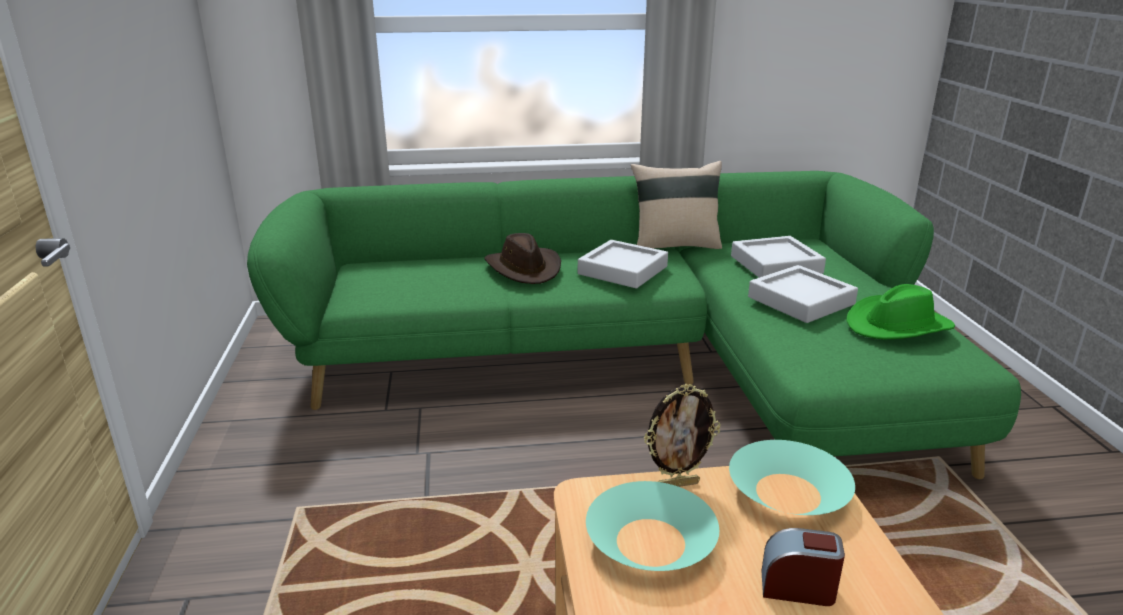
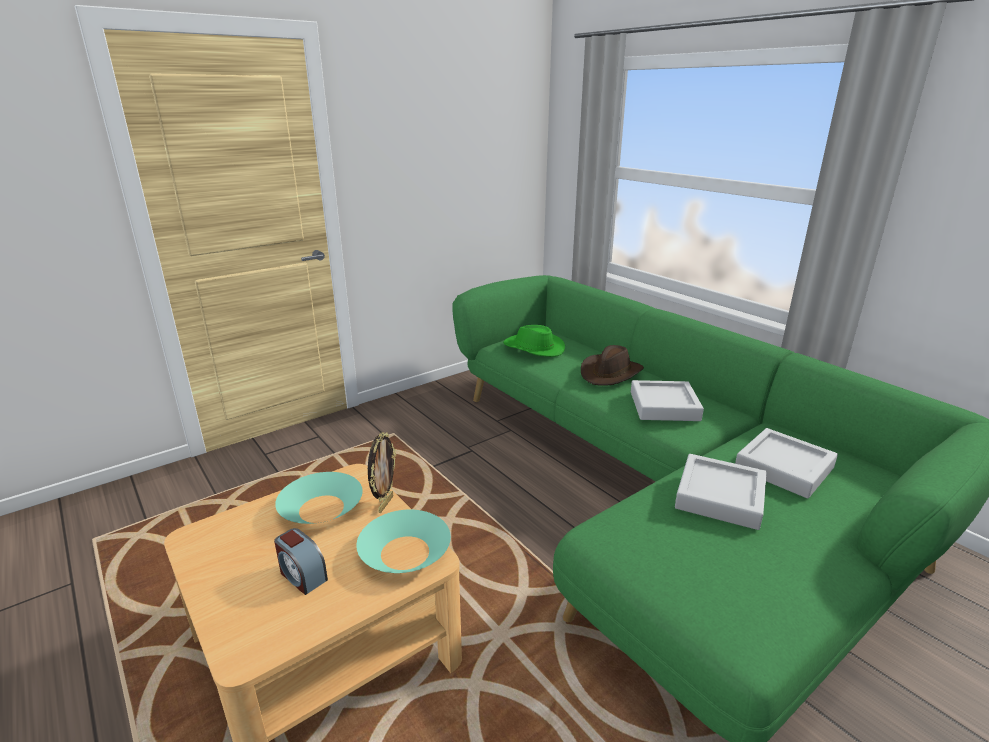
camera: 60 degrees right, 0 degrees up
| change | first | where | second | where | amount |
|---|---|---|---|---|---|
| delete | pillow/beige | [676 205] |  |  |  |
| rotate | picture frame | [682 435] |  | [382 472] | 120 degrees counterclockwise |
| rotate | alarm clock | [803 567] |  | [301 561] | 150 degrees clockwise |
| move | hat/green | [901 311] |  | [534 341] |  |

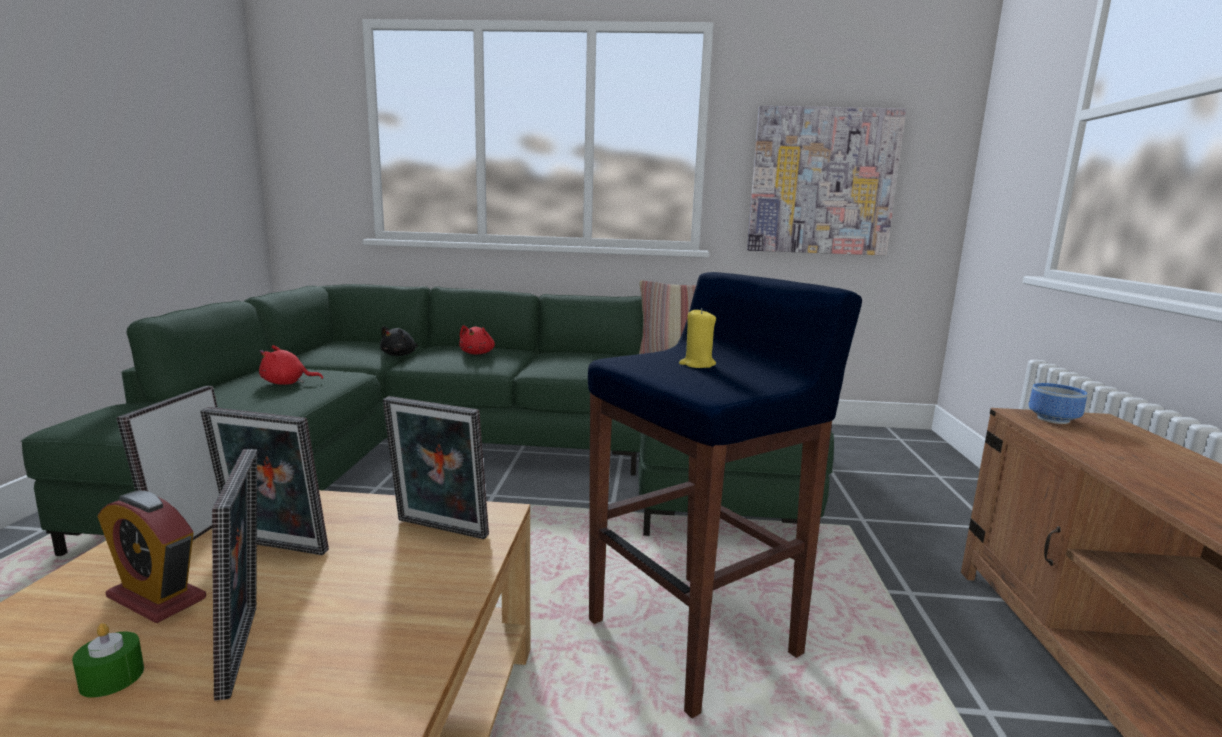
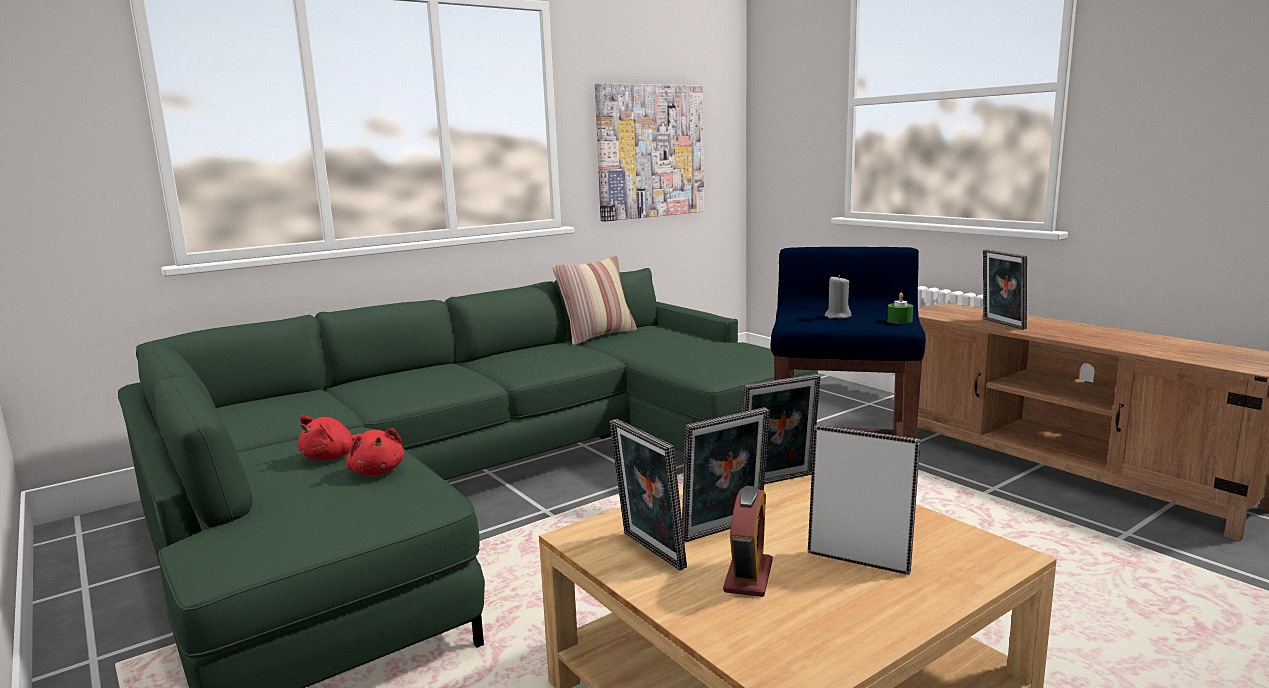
camera: 40 degrees left, 0 degrees up
| change | first | where | second | where | amount |
|---|---|---|---|---|---|
| move | candle/green | [108 660] |  | [900 308] |  |
| rotate | alarm clock | [151 557] |  | [748 541] | 60 degrees counterclockwise |
| delete | plush toy/black | [399 341] |  |  |  |
| move | plush toy/red | [477 339] |  | [375 451] |  |
| recolor | candle/yellow | [697 338] | candle/grey | [838 297] |  |
| delete | bowl | [1058 403] |  |  |  |
| insert |  |  | picture frame | [1005 289] |  |

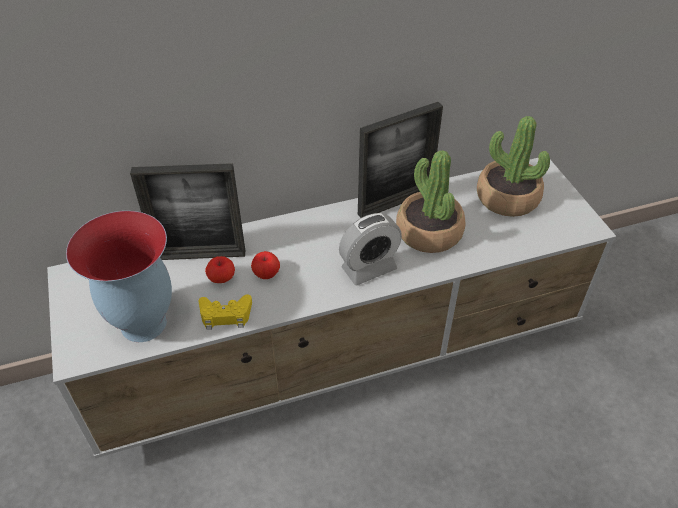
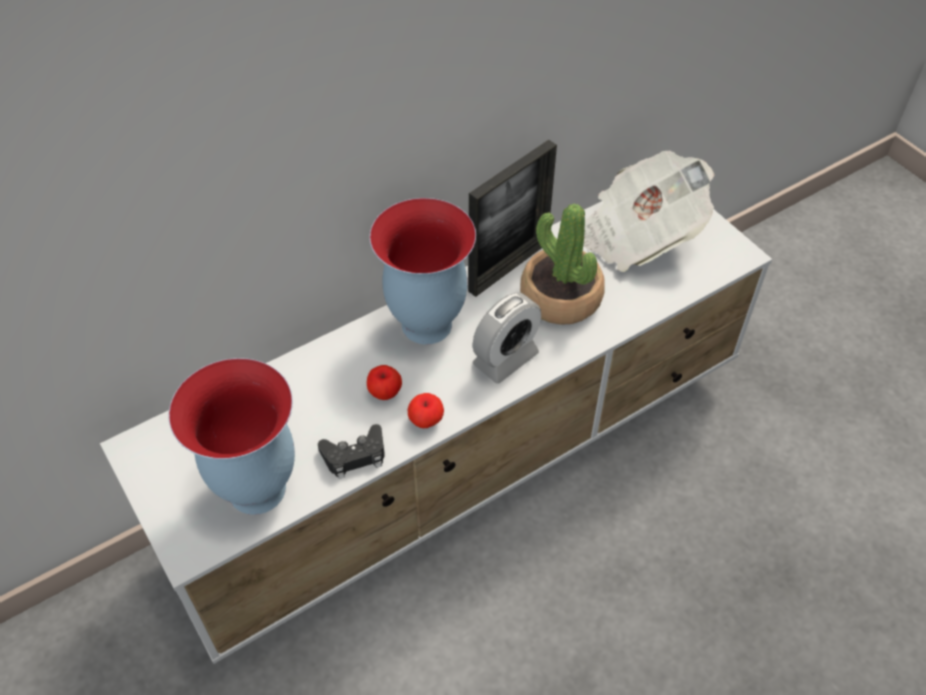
camera: 15 degrees left, 5 degrees up
| change | first | where | second | where | amount |
|---|---|---|---|---|---|
| delete | picture frame | [187 211] |  |  |  |
| recolor | game controller/yellow | [225 312] | game controller/black | [351 451] |  |
| move | apple | [220 269] |  | [426 410] |  |
| replace | potted plant | [513 166] | newspaper | [649 211] |  |
| insert |  |  | vase | [422 271] |  |

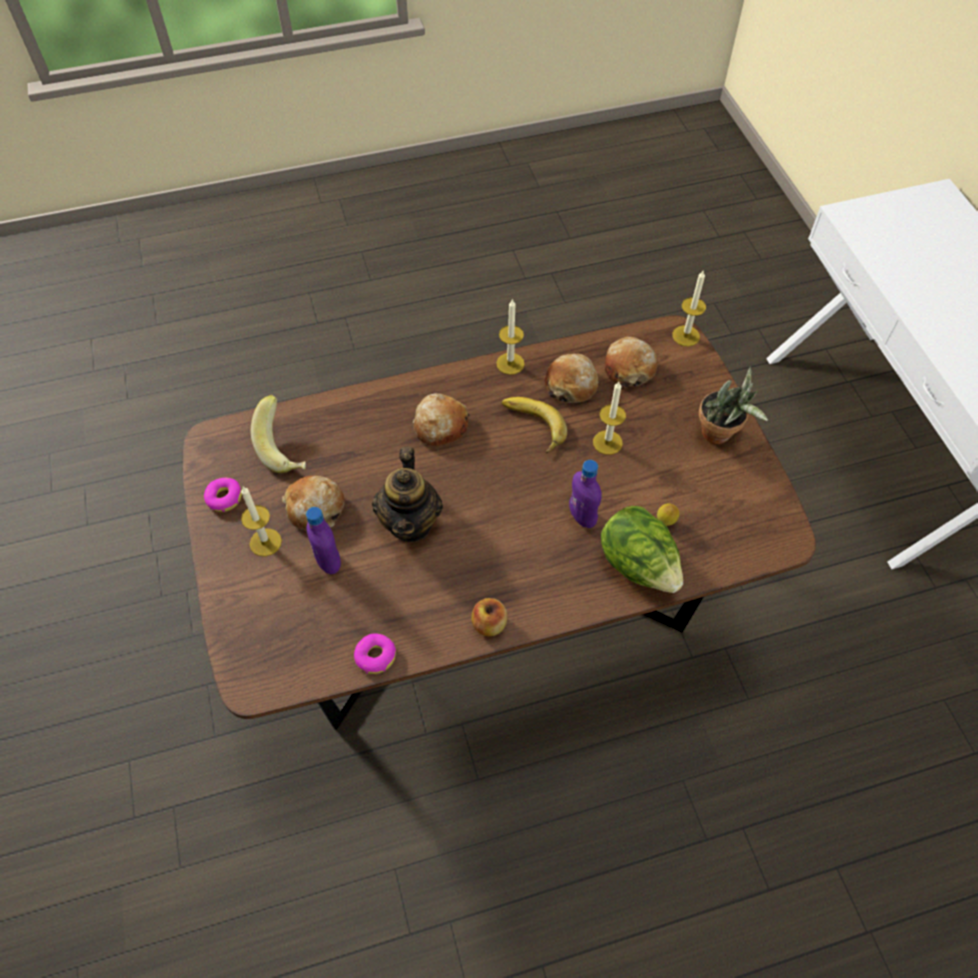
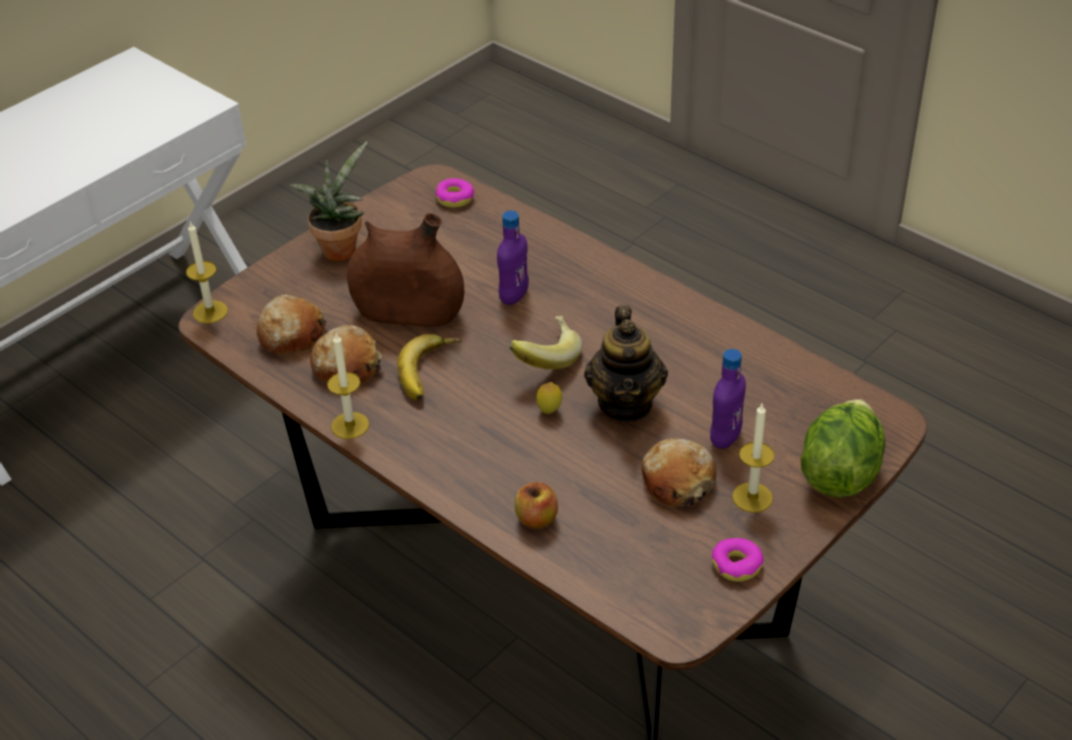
camera: 120 degrees left, 15 degrees down
| change | first | where | second | where | amount |
|---|---|---|---|---|---|
| move | banana | [278 434] |  | [545 343] |  |
| move | donut | [375 653] |  | [455 193] |  |
| rotate | teapot | [407 494] |  | [626 363] | 120 degrees clockwise |
| delete | bread | [441 419] |  |  |  |
| move | apple | [489 617] |  | [536 505] |  |
| replace | candle | [609 418] | vase/brown | [405 270] |  |
| move | lettuce | [642 549] |  | [842 448] |  |
| move | lemon | [668 514] |  | [549 398] |  |

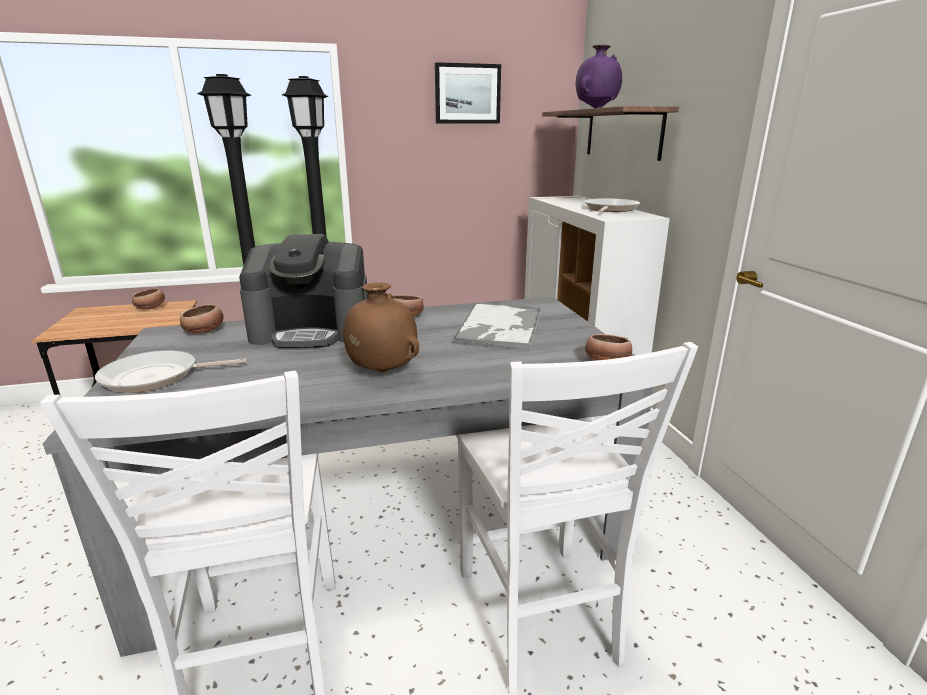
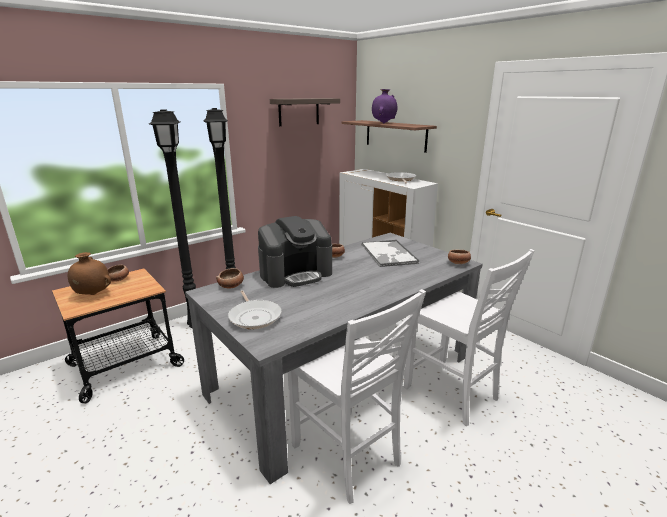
camera: 25 degrees left, 0 degrees up
| change | first | where | second | where | amount |
|---|---|---|---|---|---|
| rotate | frying pan | [170 371] |  | [255 309] | 75 degrees counterclockwise |
| move | vase/brown | [381 327] |  | [89 273] |  |
| replace | picture | [468 93] | shelf | [305 112] |  |

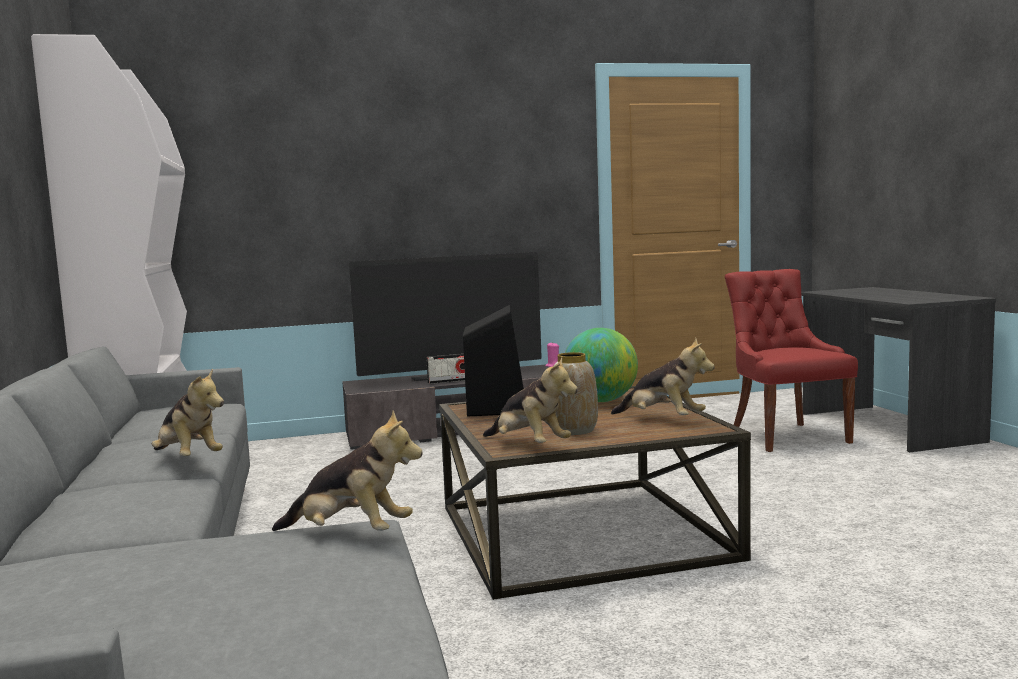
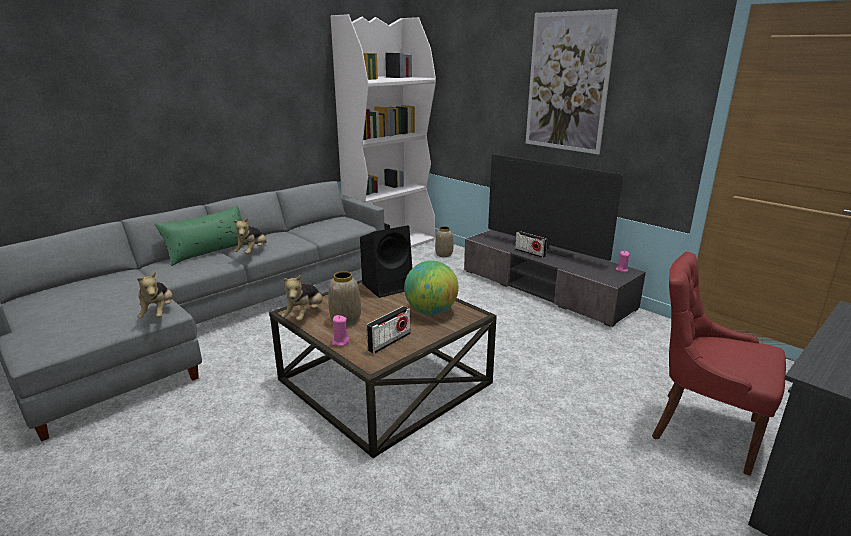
camera: 60 degrees right, 15 degrees up
| change | first | where | second | where | amount |
|---|---|---|---|---|---|
| replace | plush toy | [663 376] | radio | [388 330] |  |
| rotate | chair/red | [791 360] |  | [719 364] | 105 degrees counterclockwise |
| insert |  |  | pillow/green | [201 236] |  |
| insert |  |  | candle/pink | [341 330] |  |
| insert |  |  | vase | [444 241] |  |
| insert |  |  | picture | [572 82] |  |

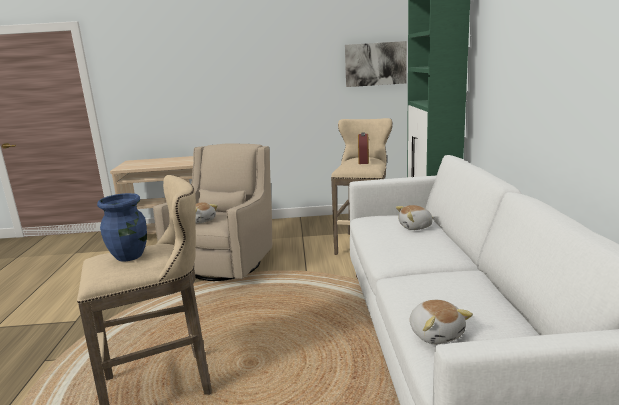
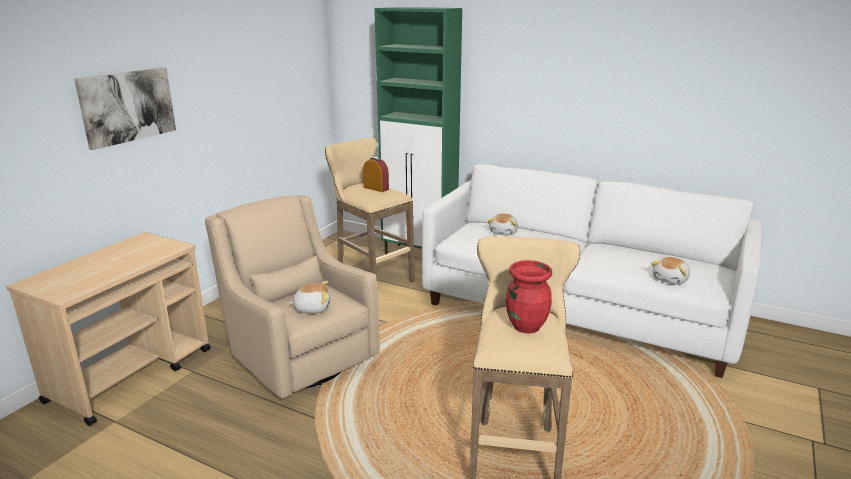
camera: 60 degrees left, 5 degrees up
| change | first | where | second | where | amount |
|---|---|---|---|---|---|
| recolor | vase/blue | [122 227] | vase/red | [529 297] |  |
| move | picture | [376 64] |  | [125 108] |  |
| rotate | plush toy | [441 322] |  | [670 271] | 120 degrees clockwise |

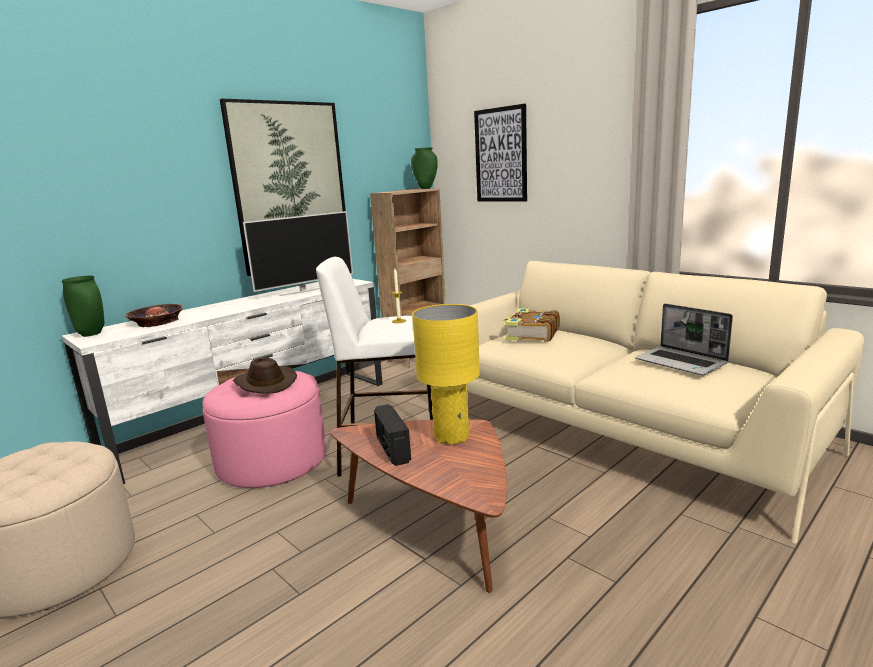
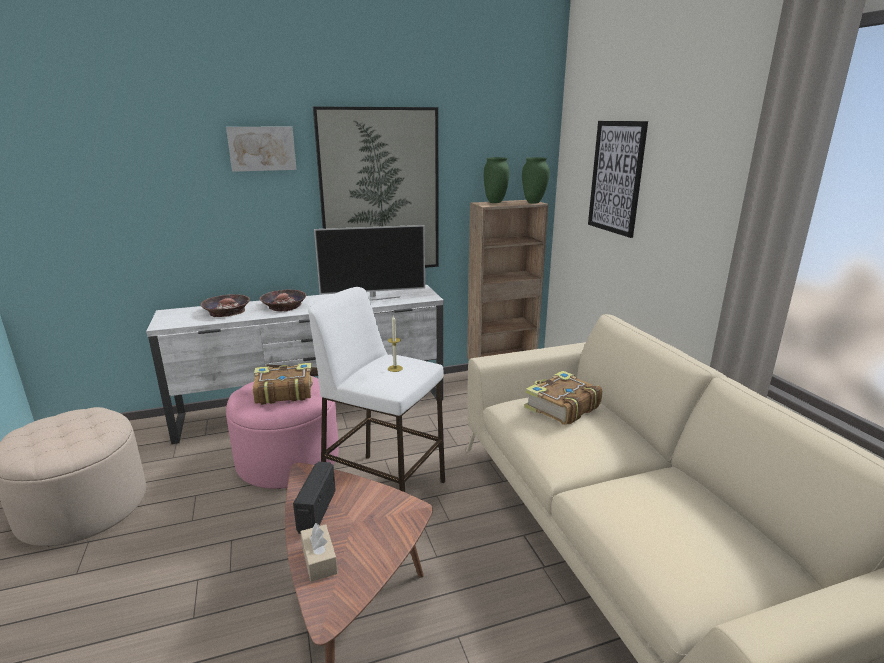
camera: 25 degrees right, 5 degrees up
| change | first | where | second | where | amount |
|---|---|---|---|---|---|
| move | vase/green | [83 306] |  | [496 180] |  |
| replace | hat/brown | [265 376] | book | [283 384] |  |
| delete | table lamp/yellow | [446 374] |  |  |  |
| delete | laptop | [684 339] |  |  |  |
| insert |  |  | picture | [261 149] |  |
| insert |  |  | bowl | [282 300] |  |
| insert |  |  | tissue box/beige | [319 552] |  |

